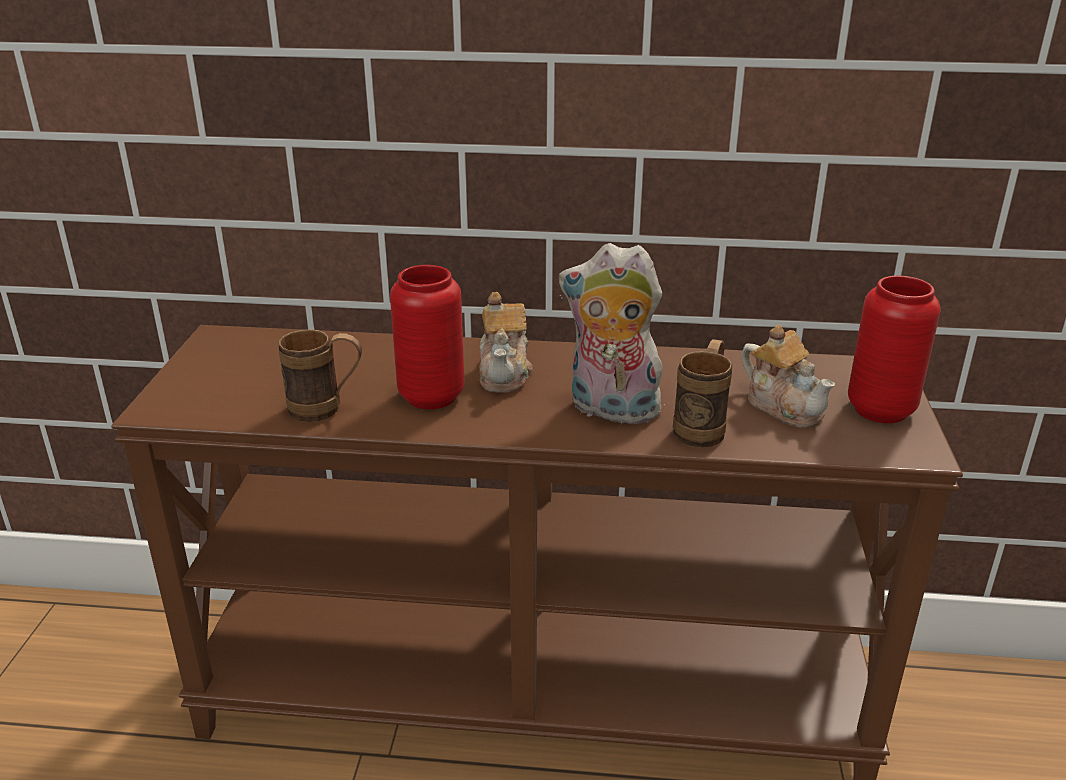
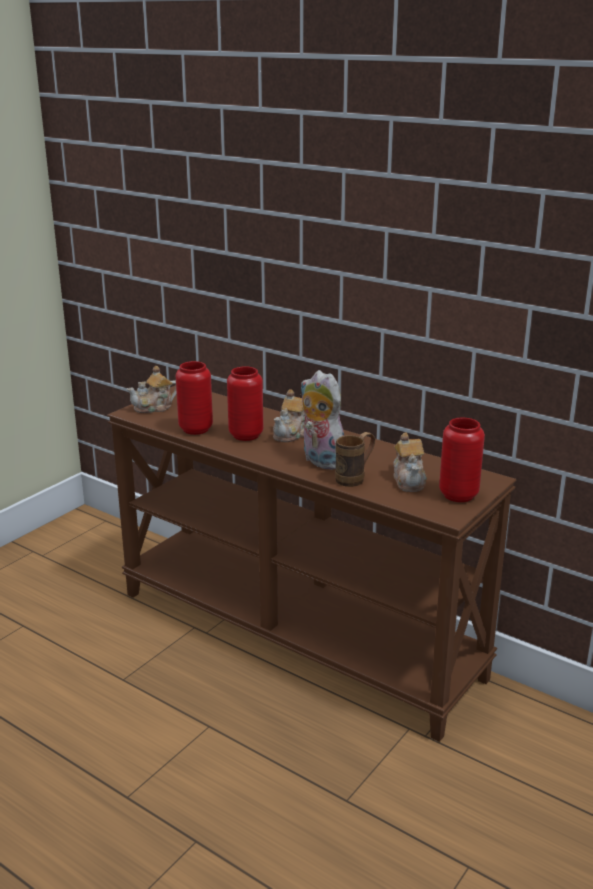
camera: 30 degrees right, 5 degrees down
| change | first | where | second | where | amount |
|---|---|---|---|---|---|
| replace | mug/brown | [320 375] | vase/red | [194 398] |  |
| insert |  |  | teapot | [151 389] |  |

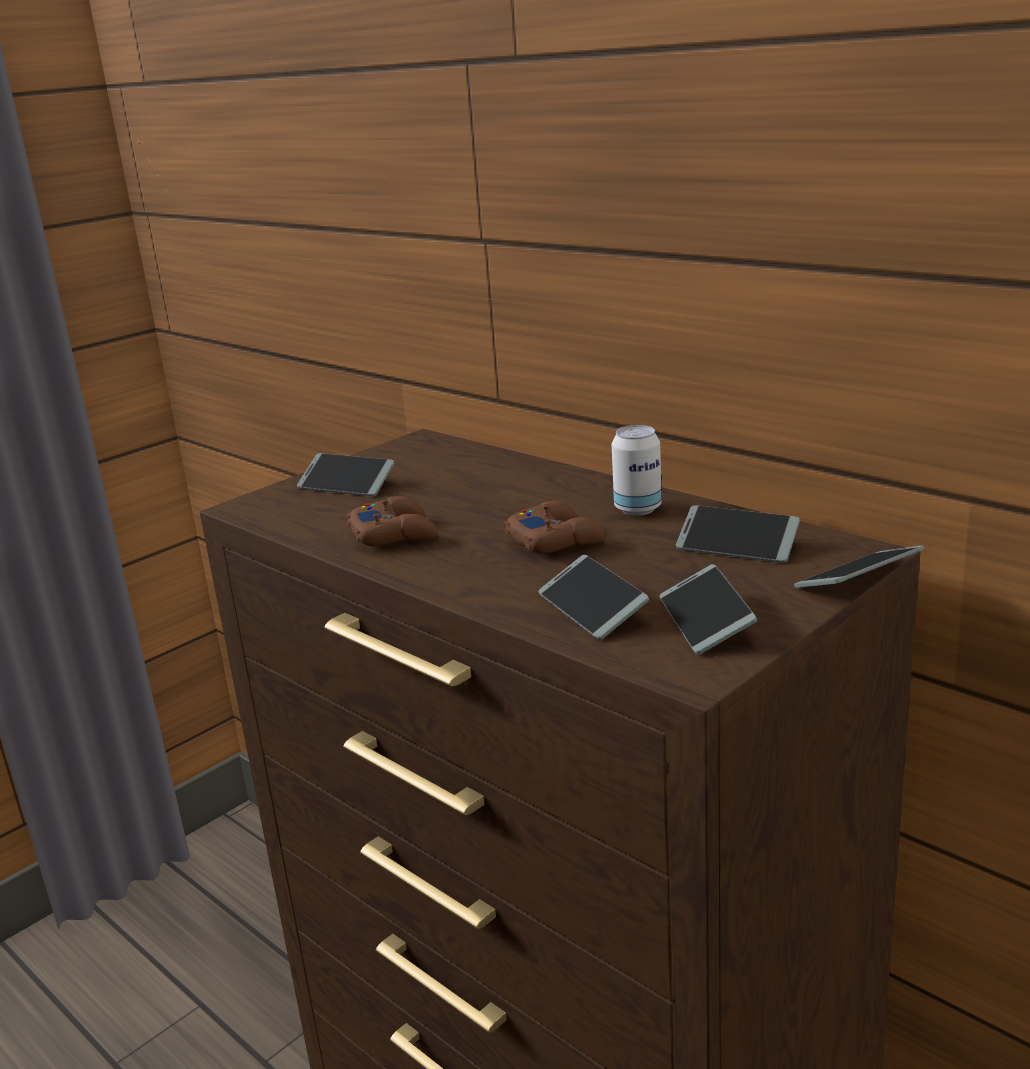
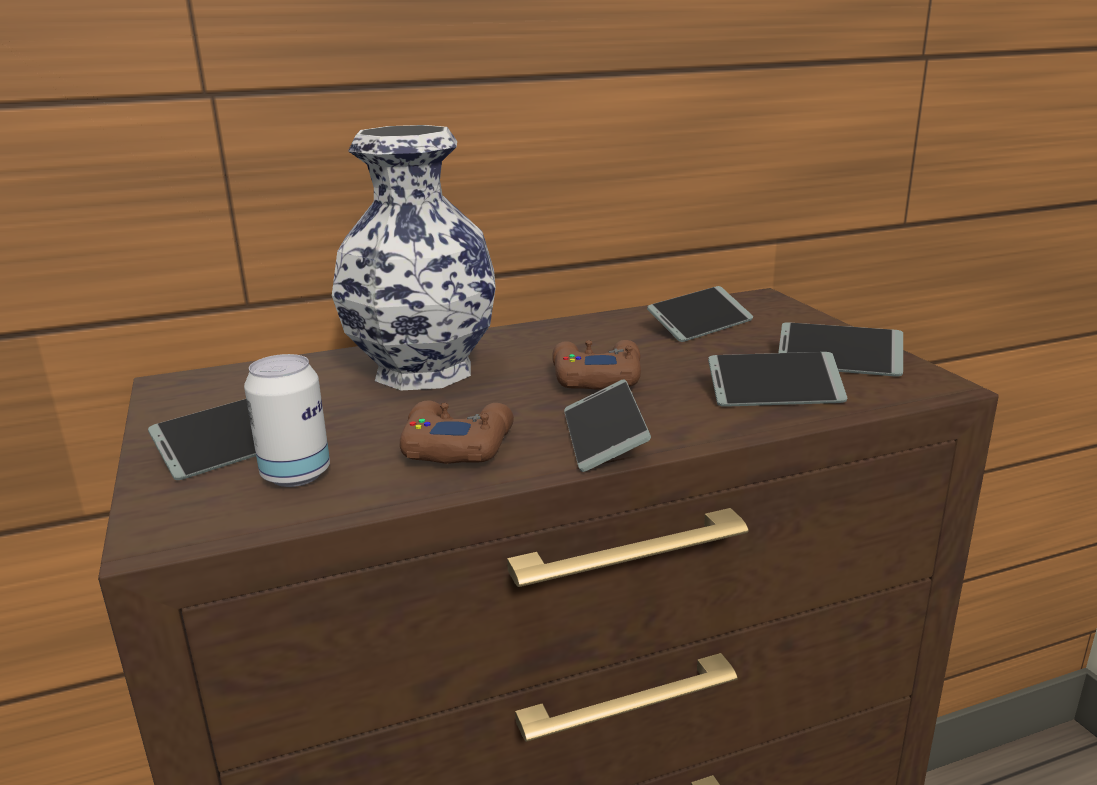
camera: 65 degrees left, 0 degrees up
| change | first | where | second | where | amount |
|---|---|---|---|---|---|
| move | can | [636 470] |  | [287 420] |  |
| move | phone | [859 566] |  | [607 425] |  |
| insert |  |  | vase | [414 257] |  |

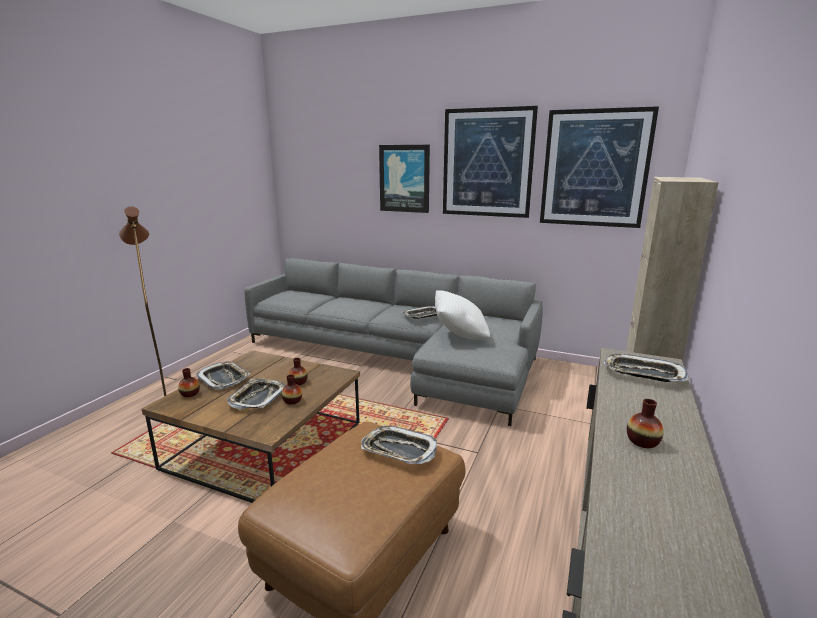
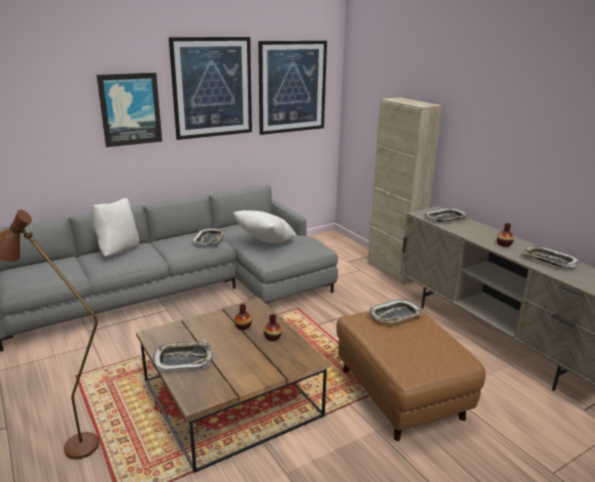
camera: 55 degrees left, 5 degrees up
| change | first | where | second | where | amount |
|---|---|---|---|---|---|
| delete | vase | [189 382] |  |  |  |
| move | tray | [257 394] |  | [551 256] |  |
| insert |  |  | pillow/white | [115 227] |  |

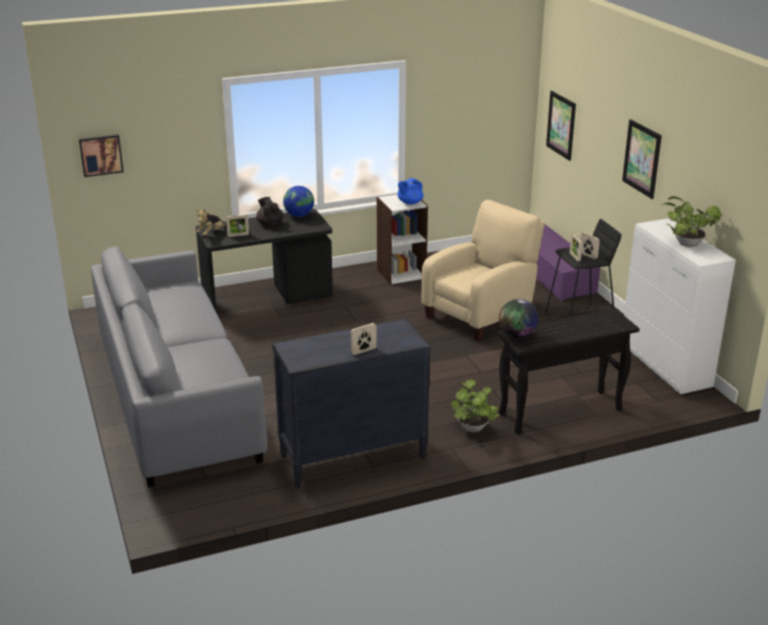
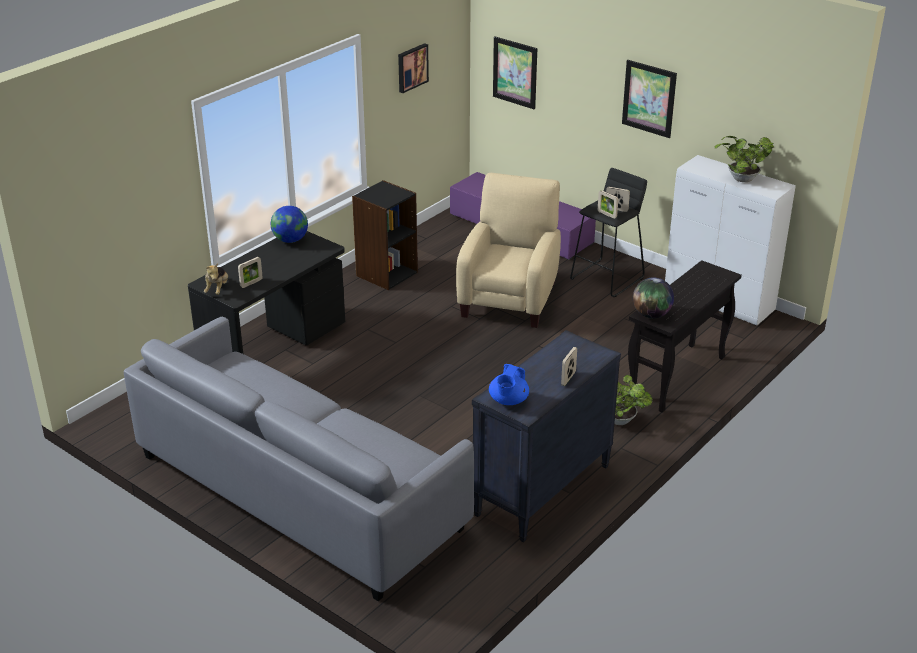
camera: 30 degrees left, 5 degrees up
| change | first | where | second | where | amount |
|---|---|---|---|---|---|
| move | picture | [101 155] |  | [413 68] |  |
| delete | teapot/black | [269 211] |  |  |  |
| recolor | bookcase/white | [402 239] | bookcase/black | [385 235] |  |
| move | teapot/blue | [411 191] |  | [509 384] |  |

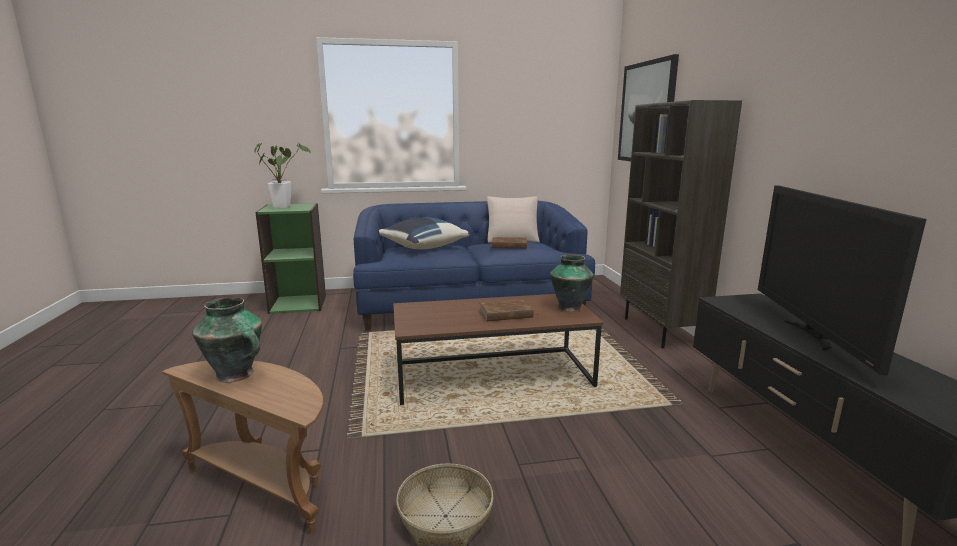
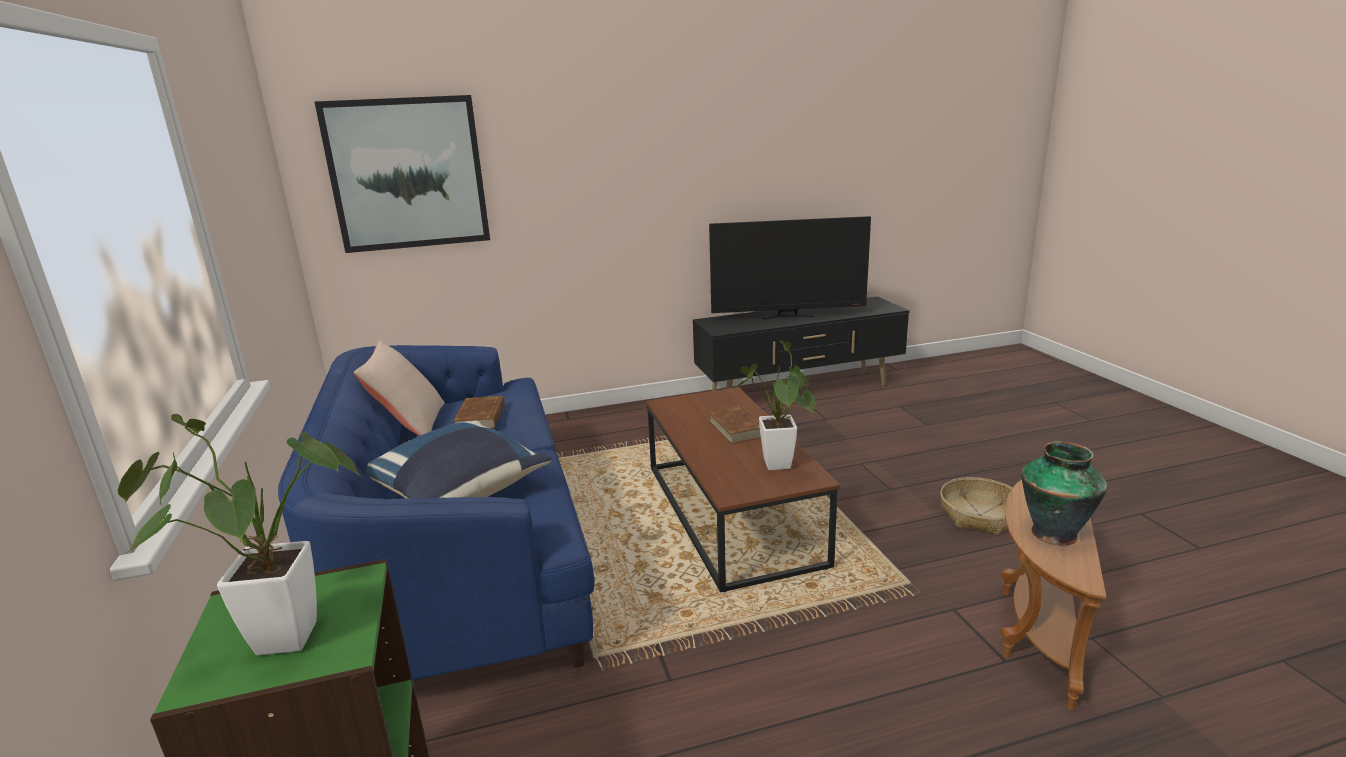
camera: 95 degrees left, 5 degrees up
| change | first | where | second | where | amount |
|---|---|---|---|---|---|
| delete | vase | [572 283] |  |  |  |
| delete | bookcase/brown | [681 224] |  |  |  |
| insert |  |  | potted plant | [773 405] |  |

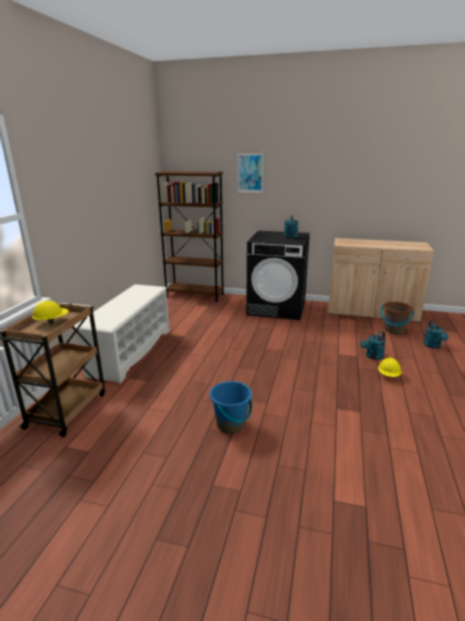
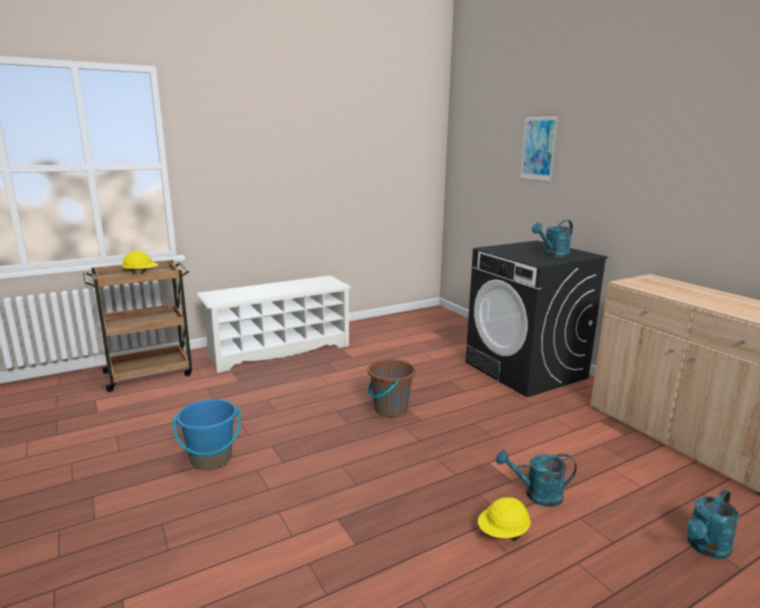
camera: 45 degrees right, 5 degrees down
| change | first | where | second | where | amount |
|---|---|---|---|---|---|
| delete | bookcase/brown | [189 236] |  |  |  |
| move | bucket/brown | [398 318] |  | [391 388] |  |

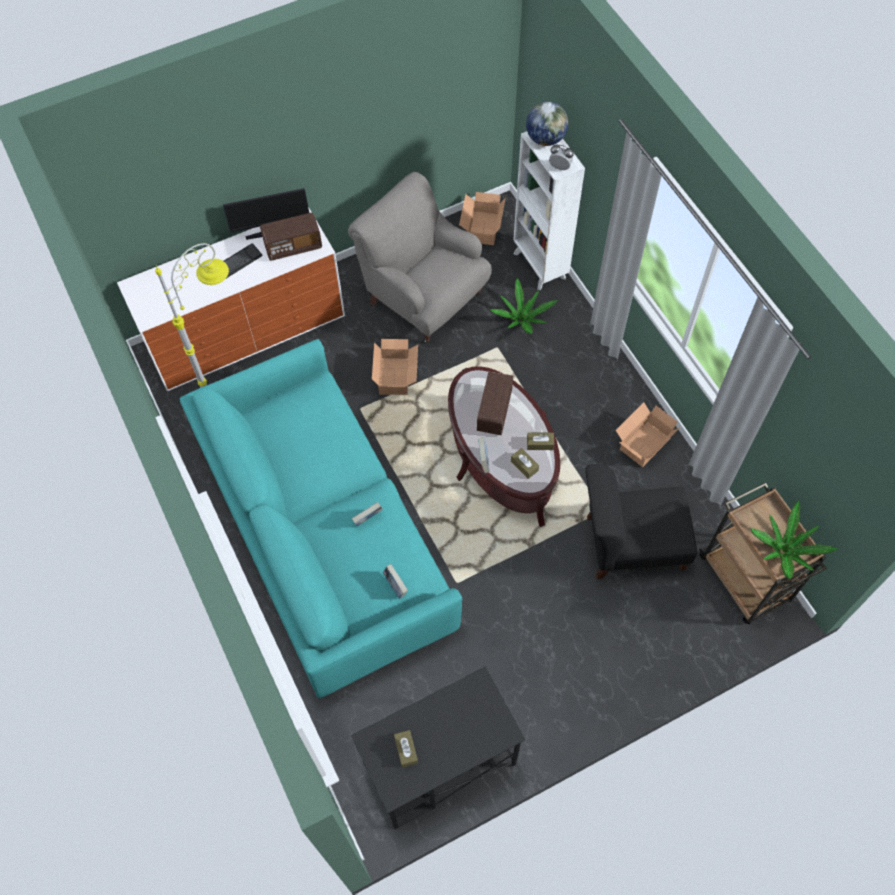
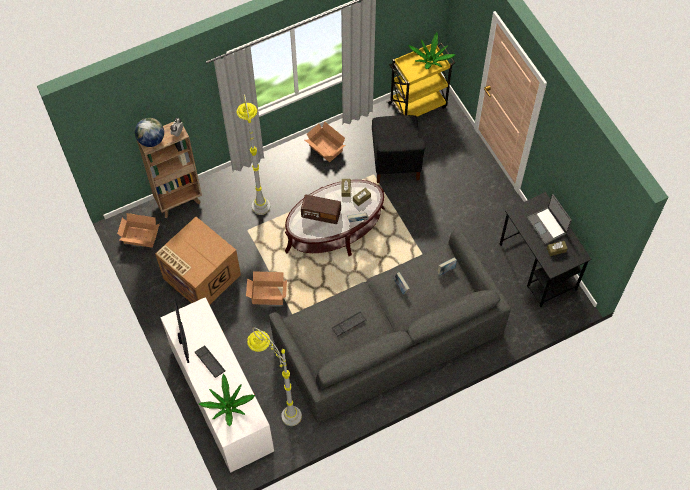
camera: 90 degrees left, 0 degrees up
| change | first | where | second | where | amount |
|---|---|---|---|---|---|
| recolor | sofa/turquoise | [321 518] | sofa/grey | [390 325] |  |
| delete | radio | [291 236] |  |  |  |
| replace | armchair/grey | [420 257] | cardboard box | [198 261] |  |
| move | potted plant | [523 306] |  | [227 400] |  |
| recolor | bookcase/white | [549 210] | bookcase/brown | [169 169] |  |
| recolor | cart/brown | [763 553] | cart/yellow | [421 80] |  |
| insert |  |  | floor lamp/grey | [253 154] |  |
| insert |  |  | keyboard | [349 324] |  |
| insert |  |  | laptop | [549 219] |  |

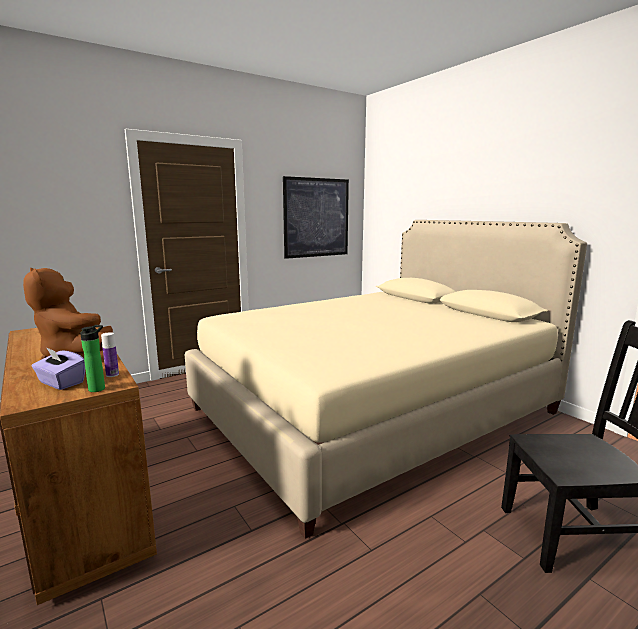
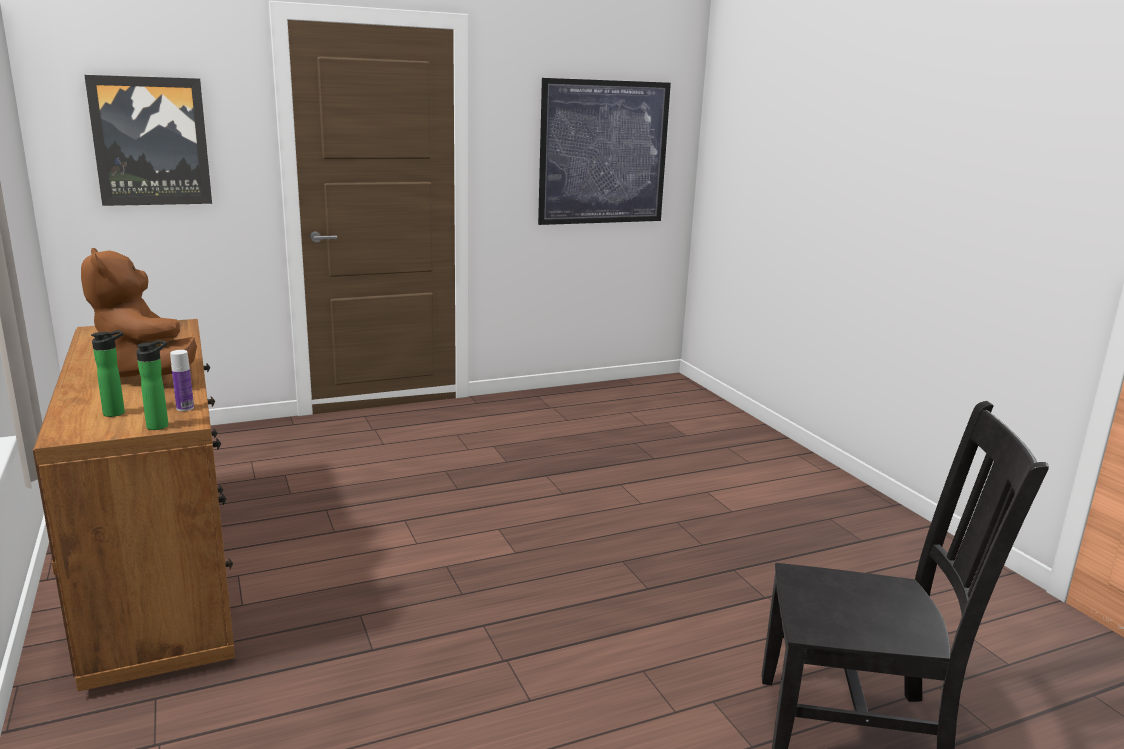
camera: 10 degrees right, 5 degrees up
| change | first | where | second | where | amount |
|---|---|---|---|---|---|
| replace | tissue box/purple | [58 368] | bottle | [108 373] |  |
| delete | bed/beige | [386 379] |  |  |  |
| insert |  |  | picture | [148 140] |  |

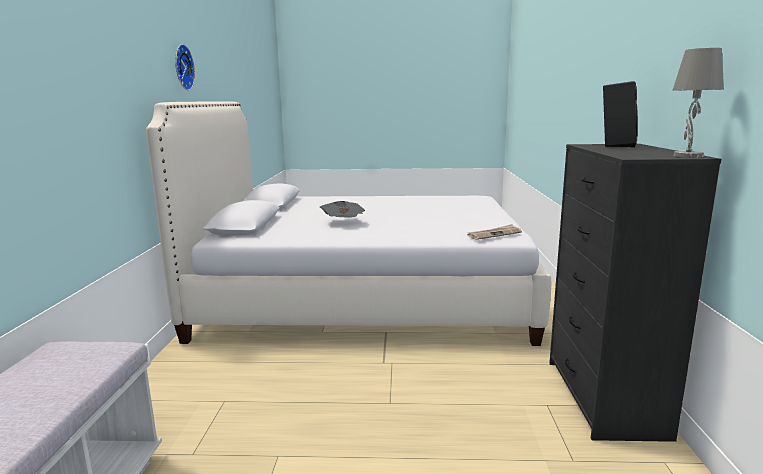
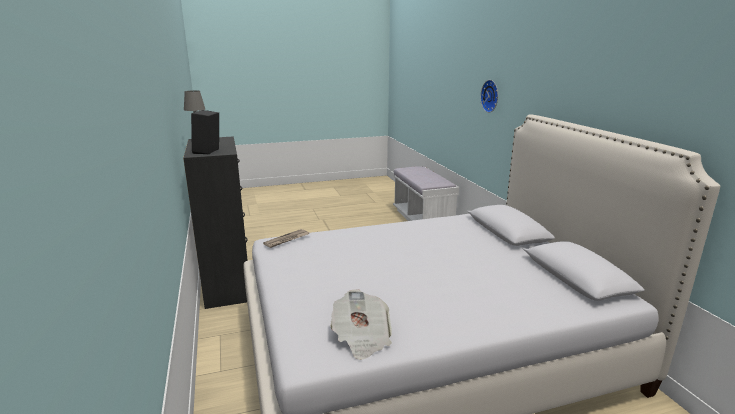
camera: 160 degrees right, 5 degrees up
| change | first | where | second | where | amount |
|---|---|---|---|---|---|
| move | wall clock | [185 67] |  | [489 96] |  |
| move | newspaper | [342 209] |  | [361 324] |  |

